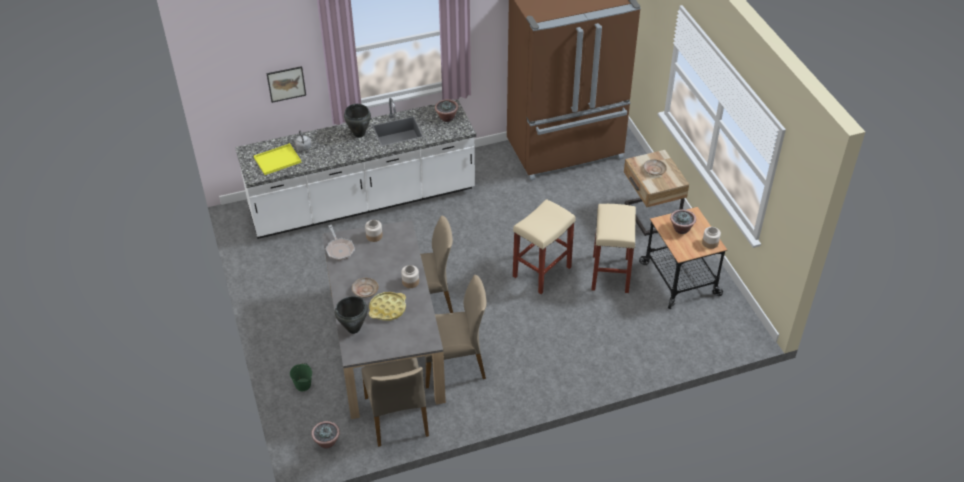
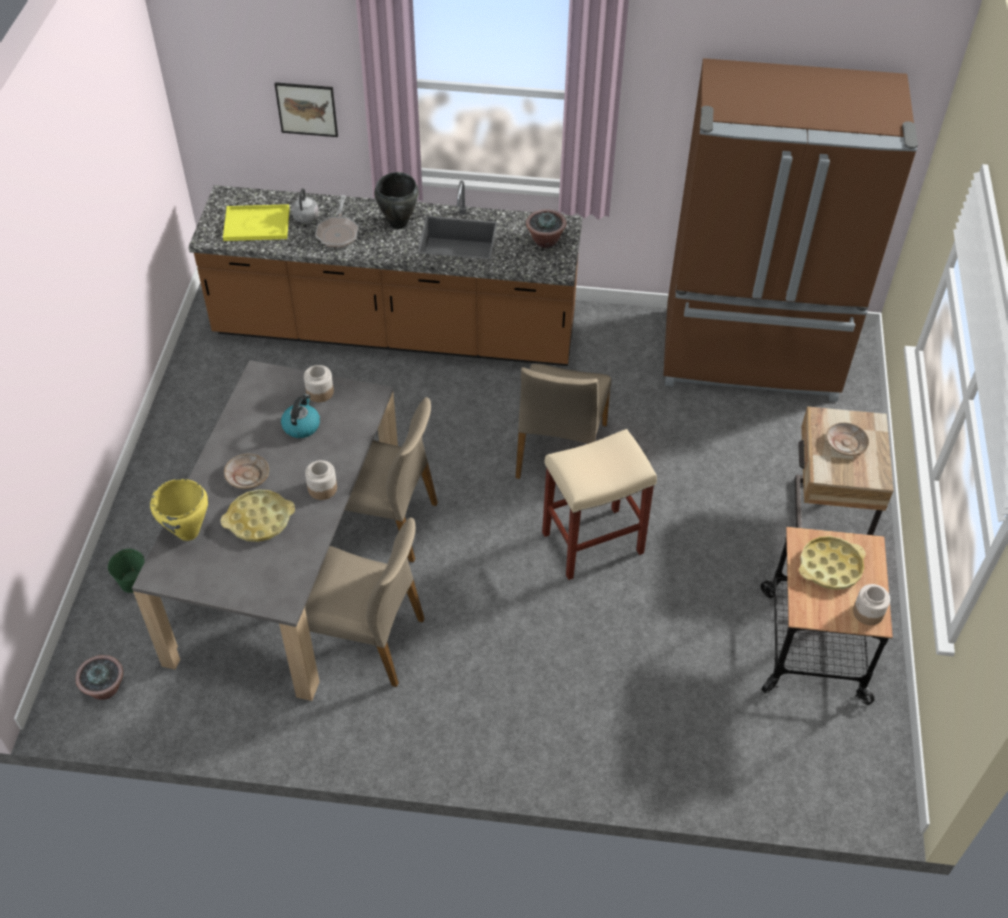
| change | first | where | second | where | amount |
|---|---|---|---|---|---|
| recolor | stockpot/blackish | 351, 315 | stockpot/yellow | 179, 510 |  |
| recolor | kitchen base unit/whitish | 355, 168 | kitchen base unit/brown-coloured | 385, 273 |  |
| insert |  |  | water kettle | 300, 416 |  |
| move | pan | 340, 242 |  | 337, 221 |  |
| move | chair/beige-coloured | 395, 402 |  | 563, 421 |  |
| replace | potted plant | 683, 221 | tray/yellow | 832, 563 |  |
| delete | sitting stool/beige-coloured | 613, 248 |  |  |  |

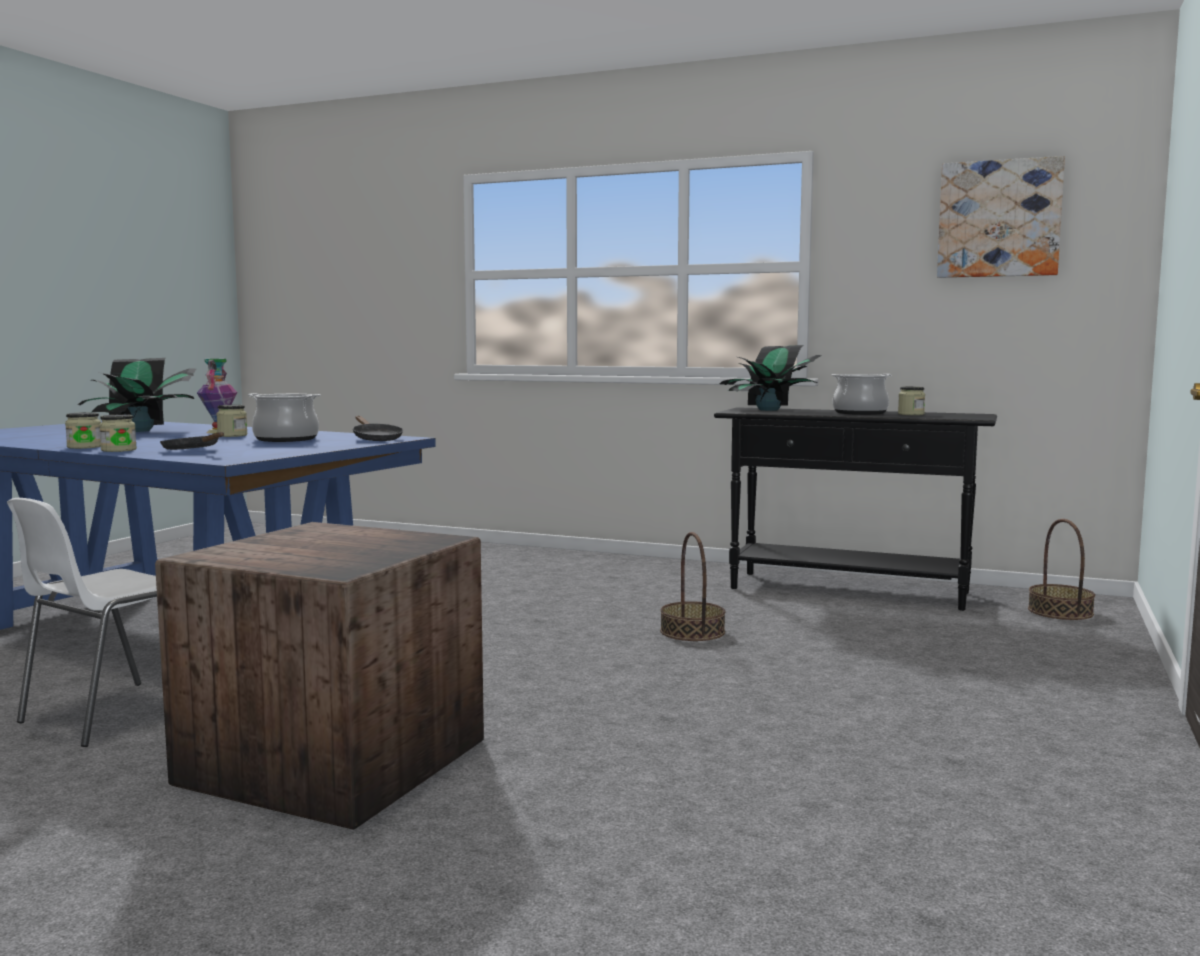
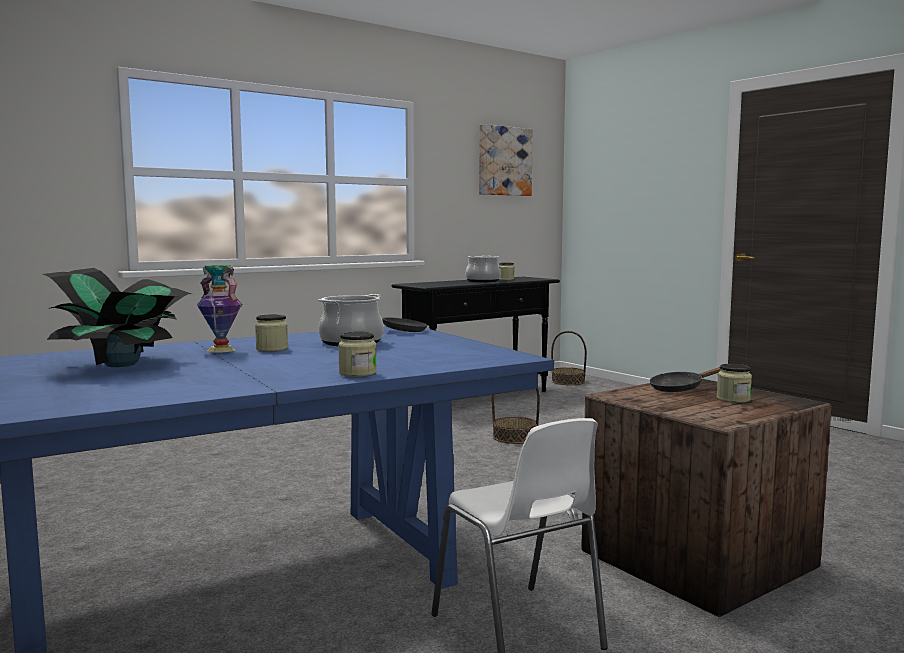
| change | first | where | second | where | amount |
|---|---|---|---|---|---|
| move | pan/blackish | 192, 441 |  | 685, 379 |  |
| move | storage jar | 83, 430 |  | 734, 383 |  |
| delete | potted plant | 770, 378 |  |  |  |

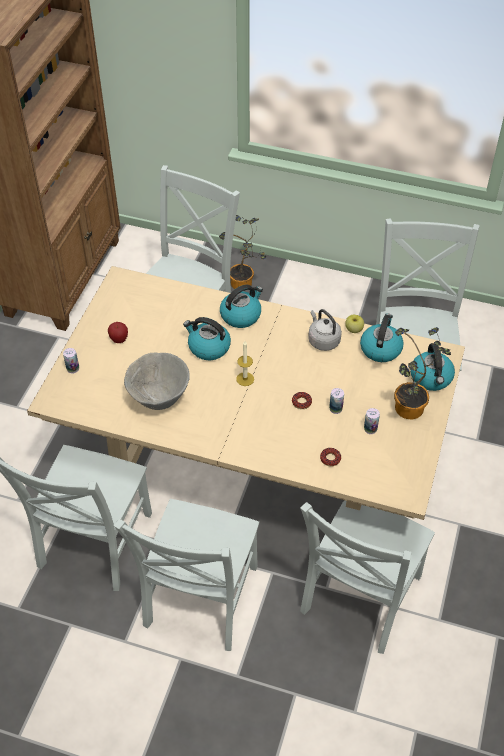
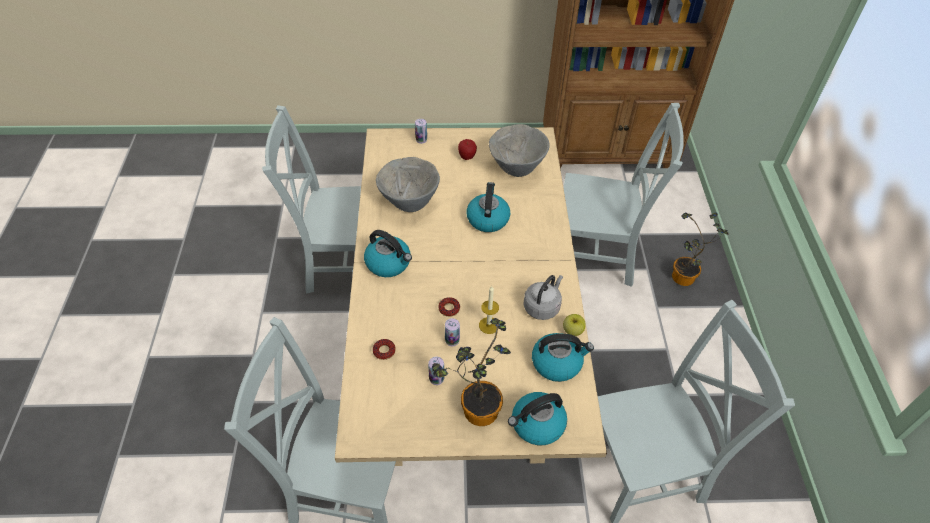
| change | first | where | second | where | amount |
|---|---|---|---|---|---|
| move | water kettle | 241, 306 |  | 388, 253 |  |
| move | candle | 245, 363 |  | 489, 310 |  |
| insert |  |  | bowl/grey | 519, 150 |  |
| delete | chair/grey | 186, 575 |  |  |  |

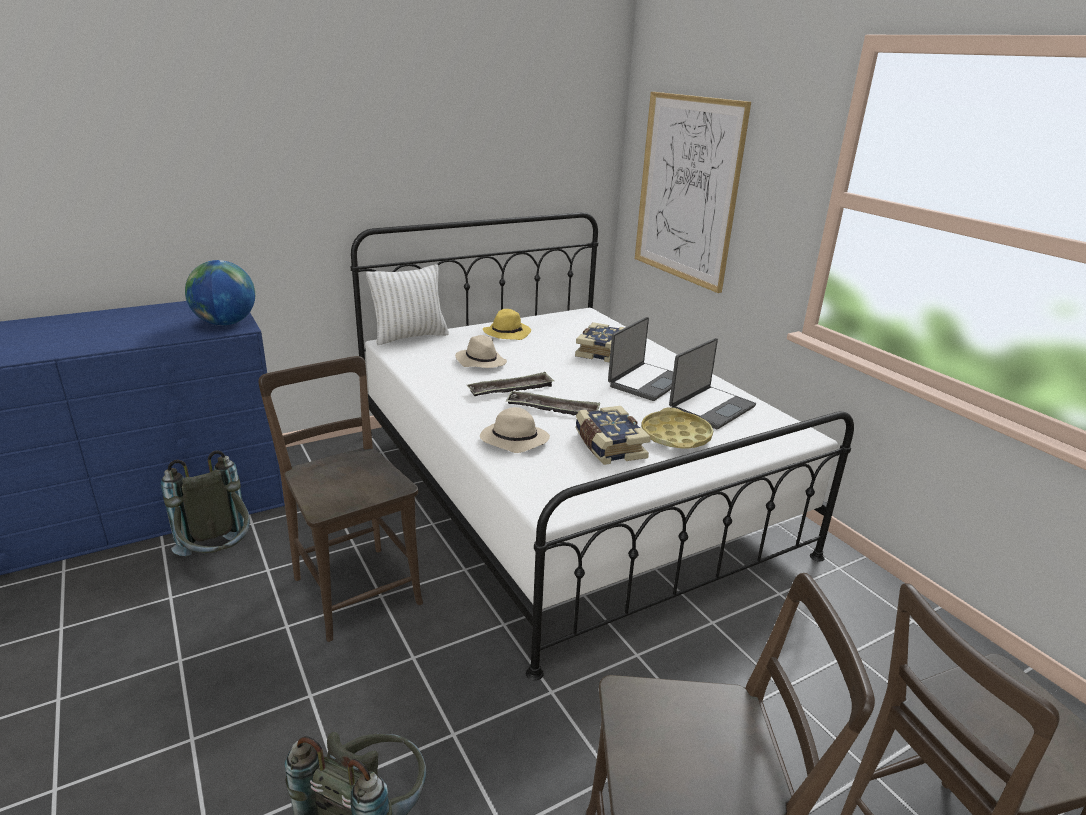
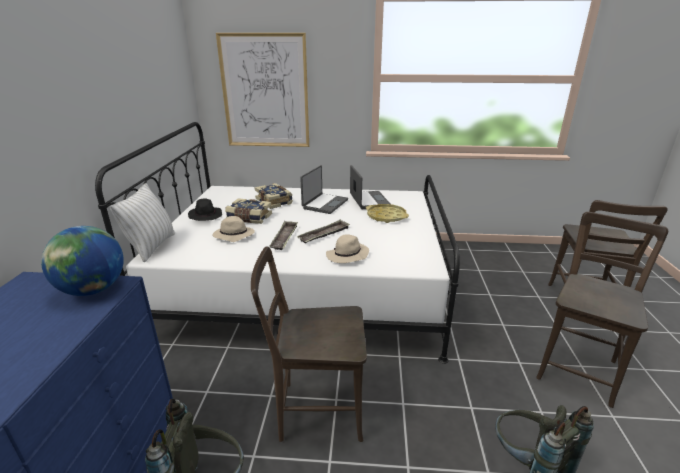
| change | first | where | second | where | amount |
|---|---|---|---|---|---|
| recolor | clothing hat/yellow | 507, 324 | clothing hat/blackish | 205, 209 |  |
| move | volume | 613, 435 |  | 248, 211 |  |
| rotate | notebook computer | 640, 359 |  | 324, 190 | 45 degrees clockwise |

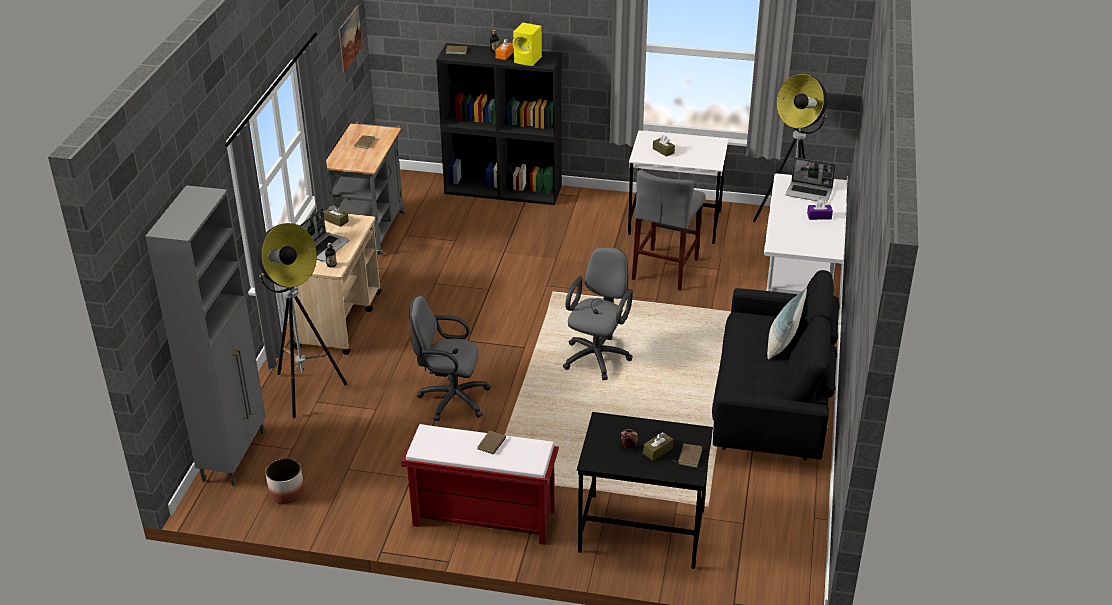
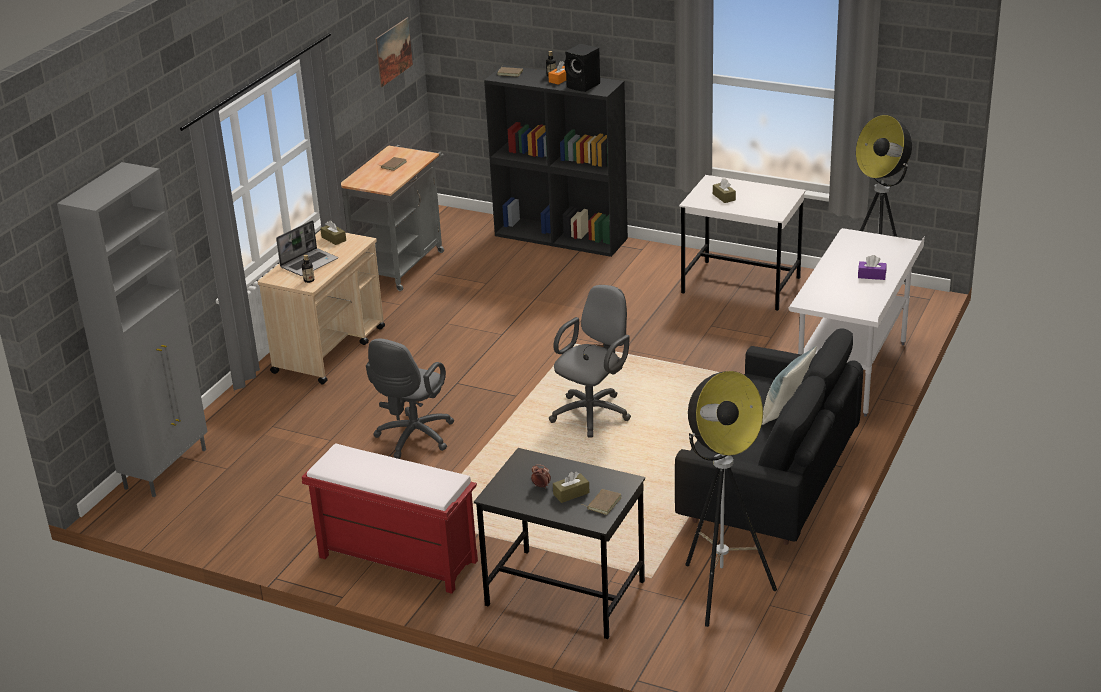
| change | first | where | second | where | amount |
|---|---|---|---|---|---|
| rotate | office chair/grey | 449, 358 |  | 410, 398 | 90 degrees counterclockwise |
| recolor | audio speaker/yellow | 527, 44 | audio speaker/blackish | 582, 68 |  |
| move | standard lamp | 302, 320 |  | 731, 499 |  |
| delete | plant pot | 284, 481 |  |  |  |
| delete | volume/brown-coloured | 493, 443 |  |  |  |
| delete | sitting stool/grey | 669, 230 |  |  |  |
| delete | notebook computer | 811, 180 |  |  |  |

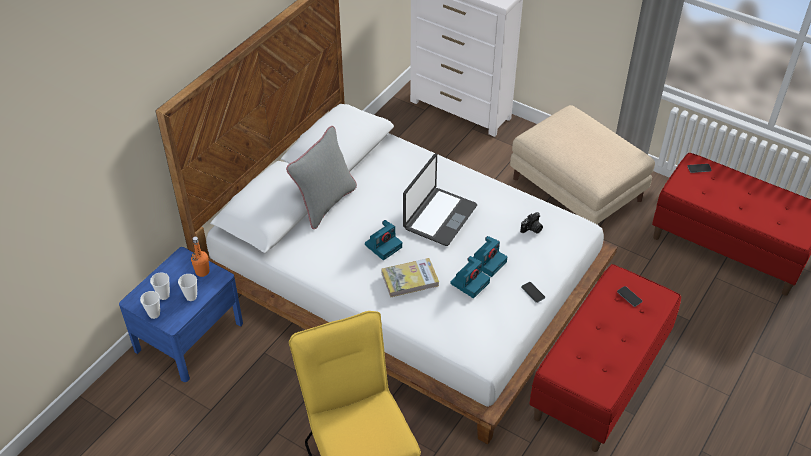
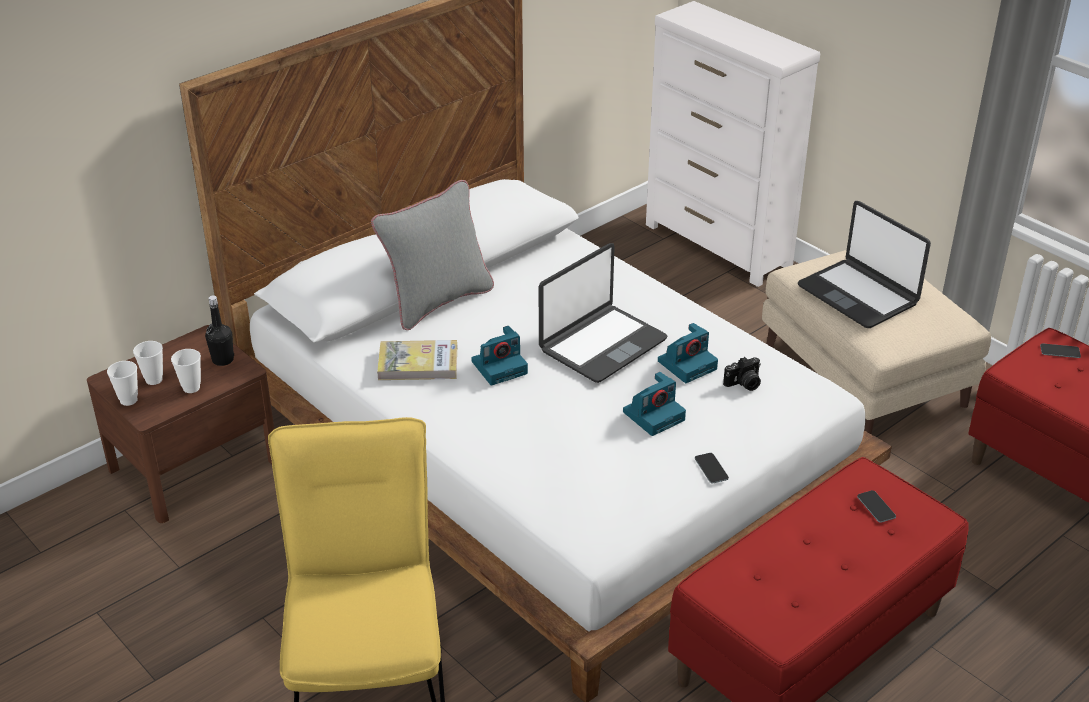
| change | first | where | second | where | amount |
|---|---|---|---|---|---|
| recolor | nightstand/blue | 181, 314 | nightstand/brown-coloured | 180, 424 |  |
| recolor | beverage bottle/orange-coloured | 200, 257 | beverage bottle/blackish | 219, 331 |  |
| move | volume | 410, 277 |  | 417, 360 |  |
| move | photo camera | 470, 277 |  | 688, 353 |  |
| insert |  |  | notebook computer | 864, 264 |  |

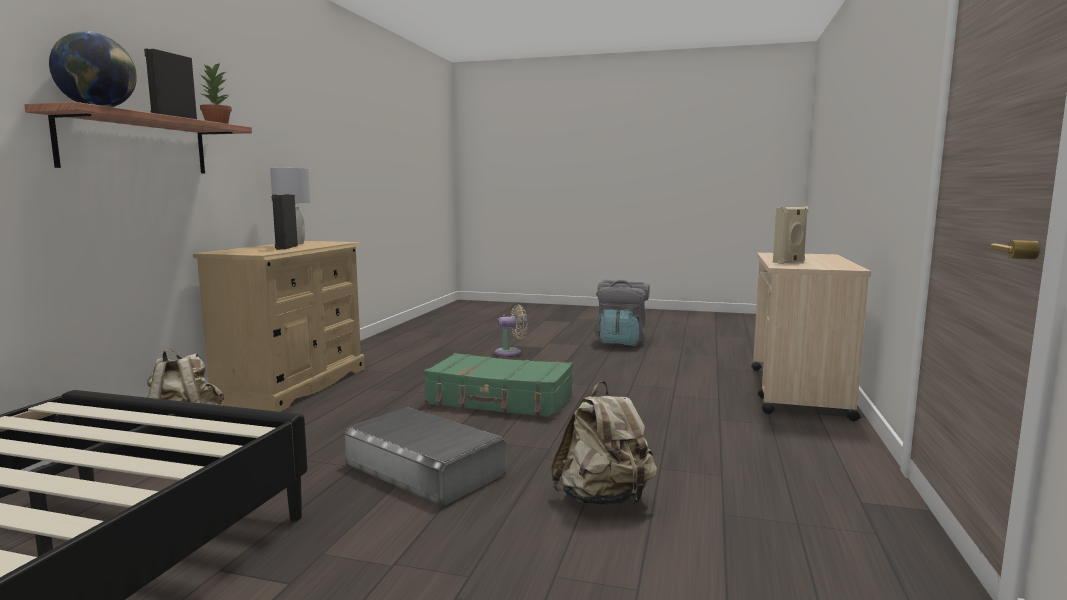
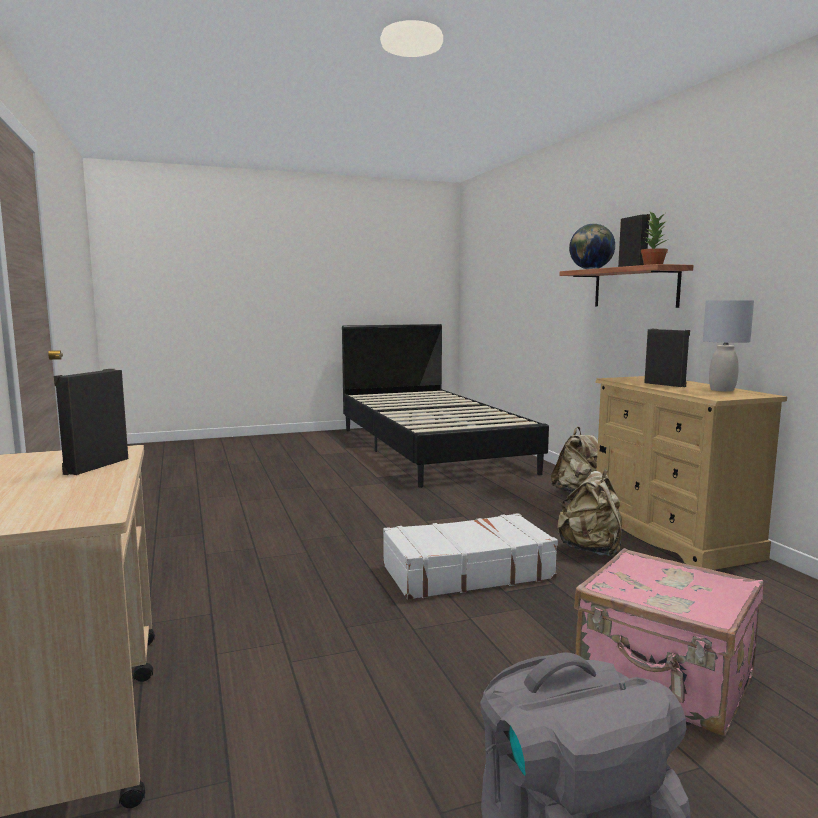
| change | first | where | second | where | amount |
|---|---|---|---|---|---|
| recolor | audio speaker/beige-coloured | 790, 235 | audio speaker/blackish | 91, 422 |  |
| recolor | travel case/greenish | 498, 385 | travel case/whitish | 470, 556 |  |
| move | rucksack/beige-coloured | 604, 443 |  | 589, 513 |  |
| replace | cooling fan/beige-coloured | 511, 330 | travel case/pinkish | 669, 642 |  |
| delete | storage box/grey | 425, 456 |  |  |  |

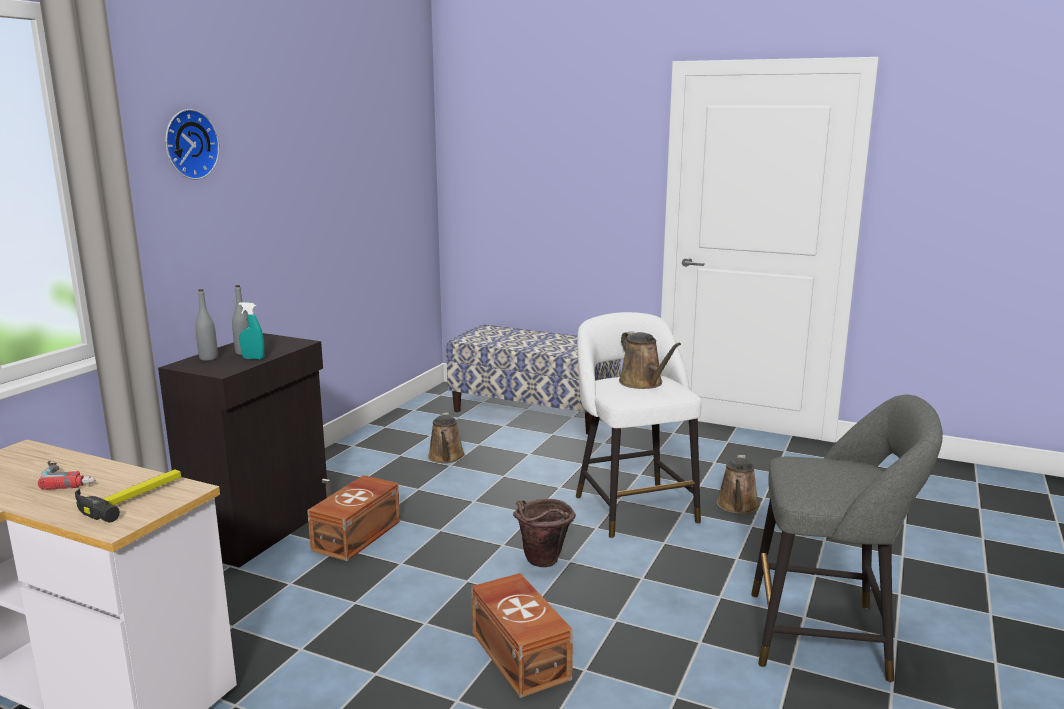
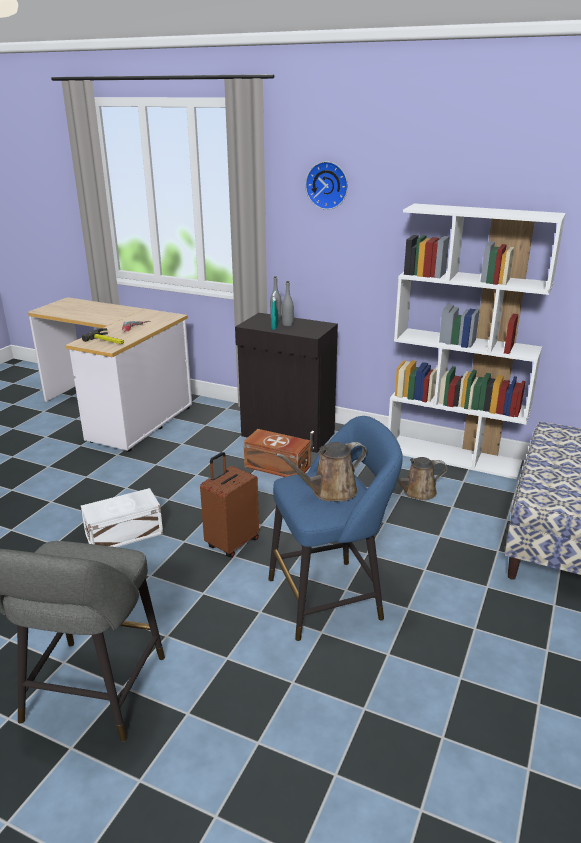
| change | first | where | second | where | amount |
|---|---|---|---|---|---|
| recolor | storage box/brown-coloured | 522, 635 | storage box/whitish | 122, 517 |  |
| replace | bucket/brown-coloured | 544, 533 | travel case/brown-coloured | 229, 504 |  |
| recolor | sitting stool/whitish | 639, 425 | sitting stool/blue | 335, 528 |  |
| insert |  |  | bookcase/whitish | 477, 341 |  |
| delete | watering pot/brown-coloured | 738, 484 |  |  |  |

